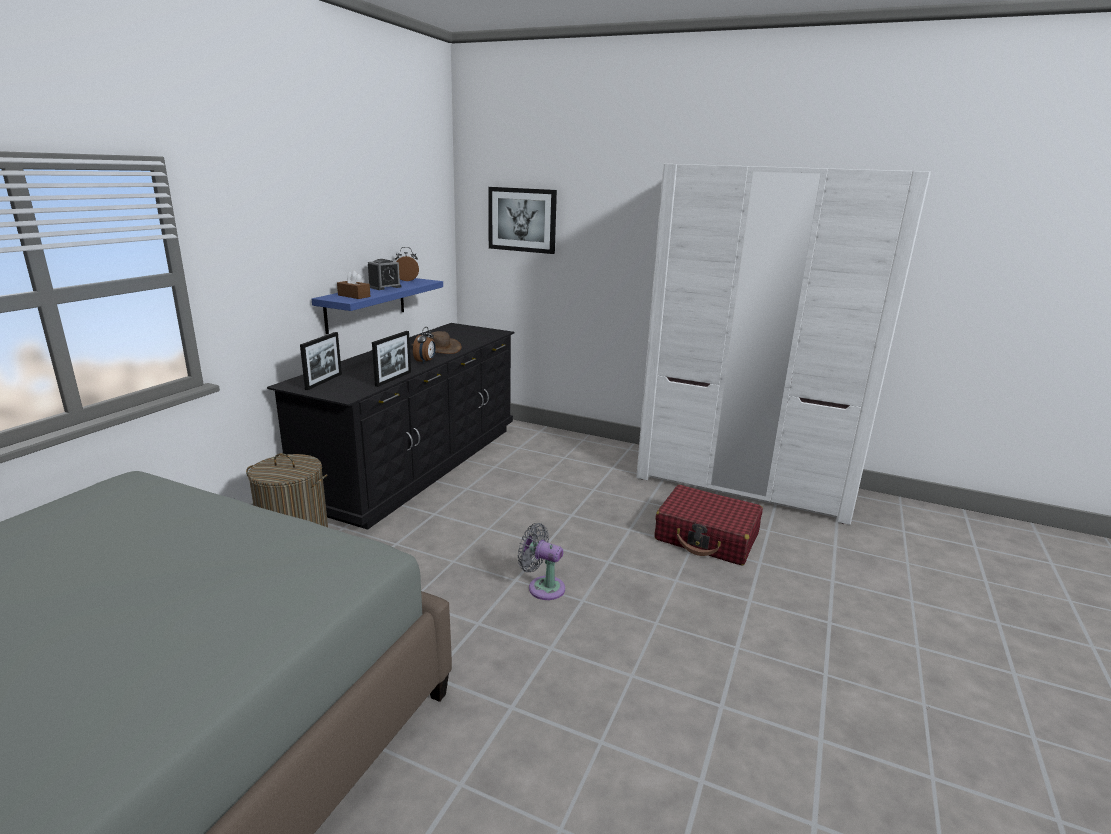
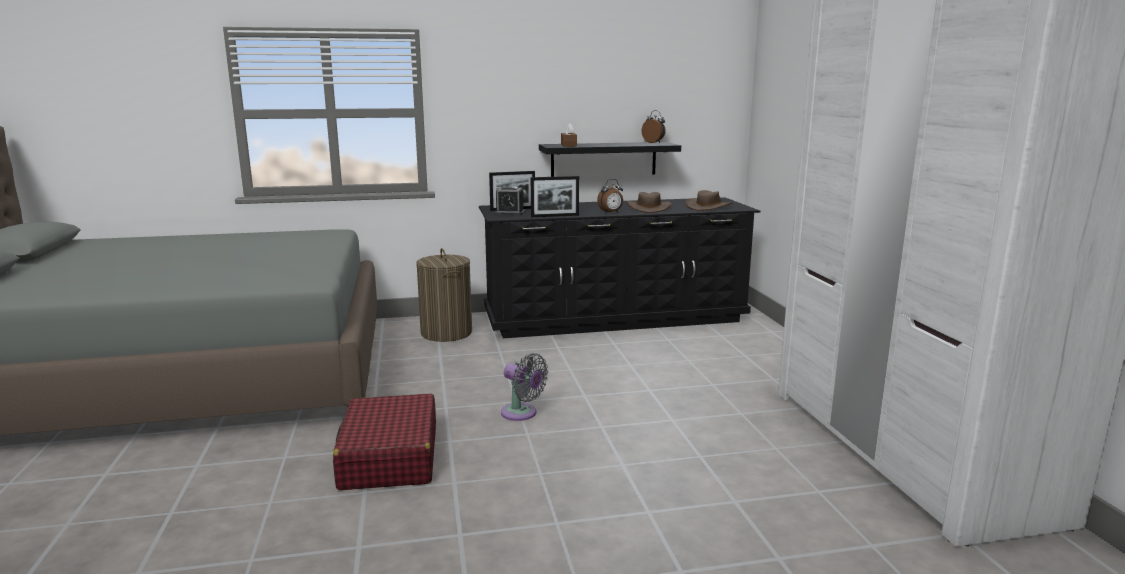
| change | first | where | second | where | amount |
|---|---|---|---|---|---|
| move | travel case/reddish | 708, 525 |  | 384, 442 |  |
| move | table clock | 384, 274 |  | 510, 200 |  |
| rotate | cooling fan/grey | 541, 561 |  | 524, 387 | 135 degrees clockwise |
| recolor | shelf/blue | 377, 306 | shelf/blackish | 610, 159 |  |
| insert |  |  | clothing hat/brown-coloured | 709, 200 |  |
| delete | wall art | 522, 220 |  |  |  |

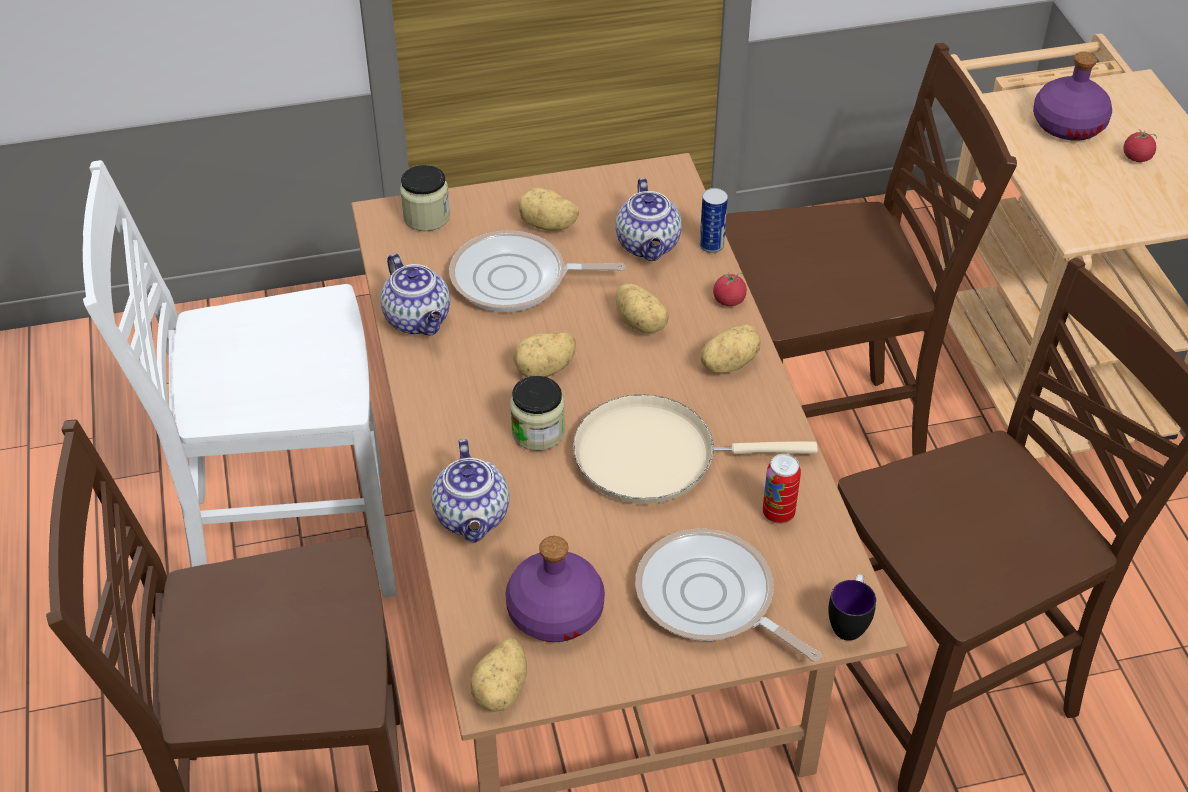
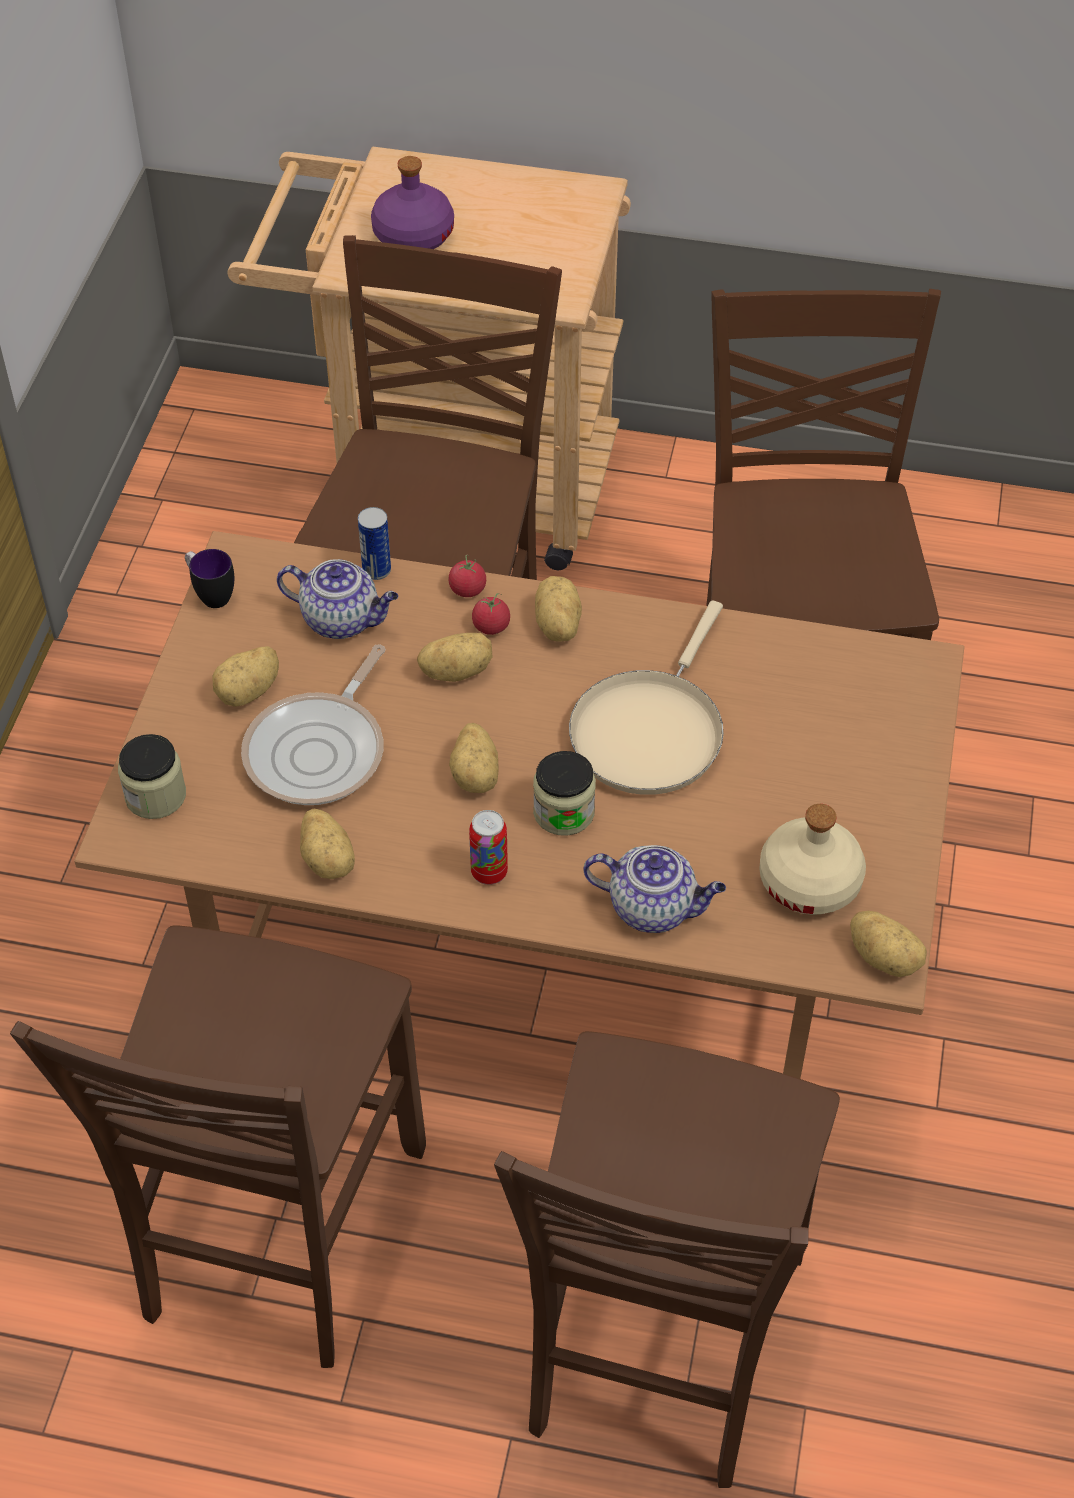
| change | first | where | second | where | amount |
|---|---|---|---|---|---|
| recolor | chair/whitish | 239, 379 | chair/brown-coloured | 218, 1146 |  |
| move | coffee mug | 852, 607 |  | 209, 578 |  |
| replace | teapot | 415, 294 | spud | 327, 843 |  |
| move | sealed can | 781, 489 |  | 488, 847 |  |
| move | tomato | 1140, 145 |  | 491, 614 |  |
| recolor | beverage bottle/purple-coloured | 555, 589 | beverage bottle/beige-coloured | 813, 859 |  |
| delete | pan | 728, 595 |  |  |  |

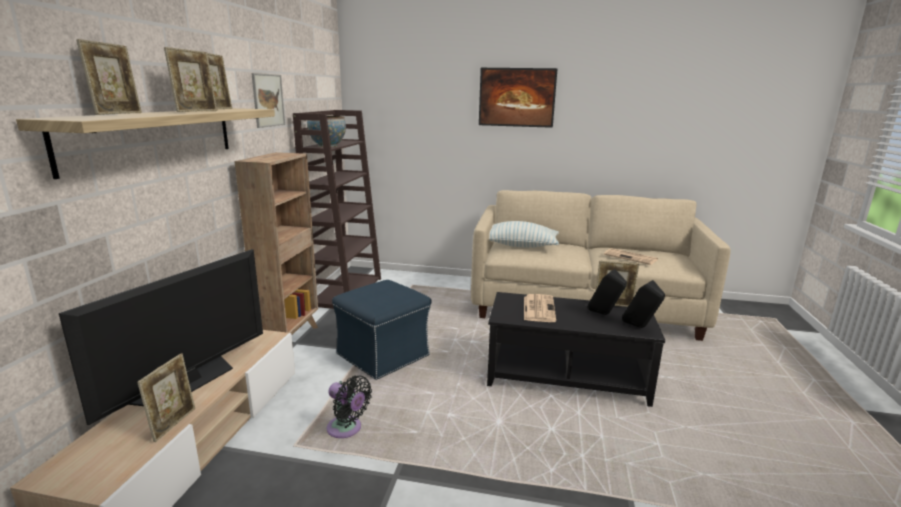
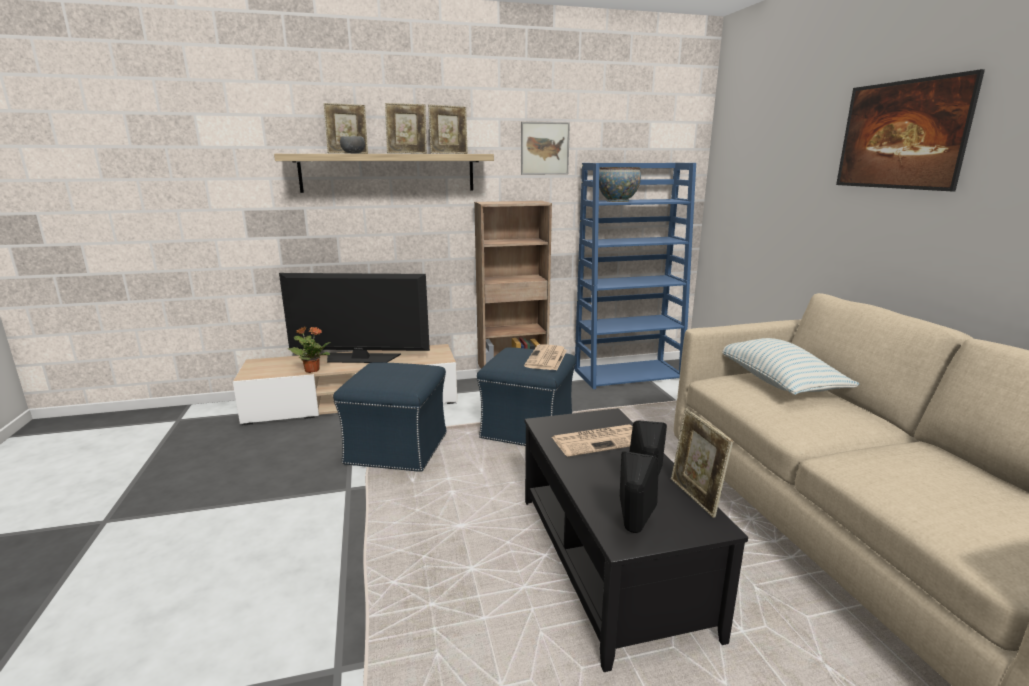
| change | first | where | second | where | amount |
|---|---|---|---|---|---|
| replace | standing frame | 166, 397 | potted plant | 309, 350 |  |
| replace | cooling fan/blackish | 349, 407 | pouffe/blue | 390, 417 |  |
| insert |  |  | bowl/grey | 352, 145 |  |
| move | daily paper | 631, 256 |  | 545, 357 |  |
| recolor | bookcase/brown-coloured | 337, 209 | bookcase/blue | 635, 276 |  |

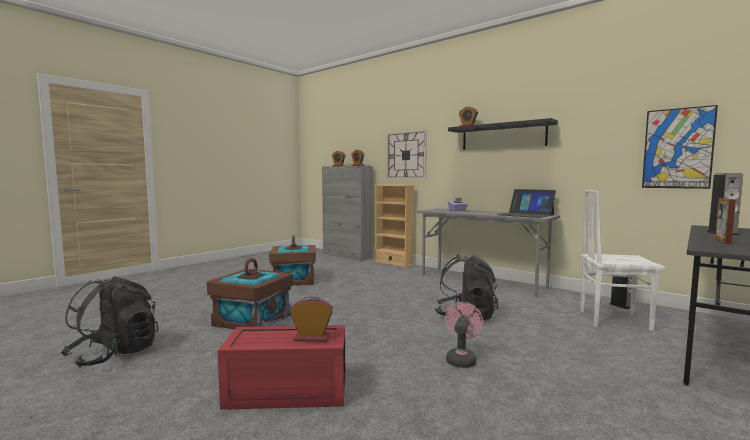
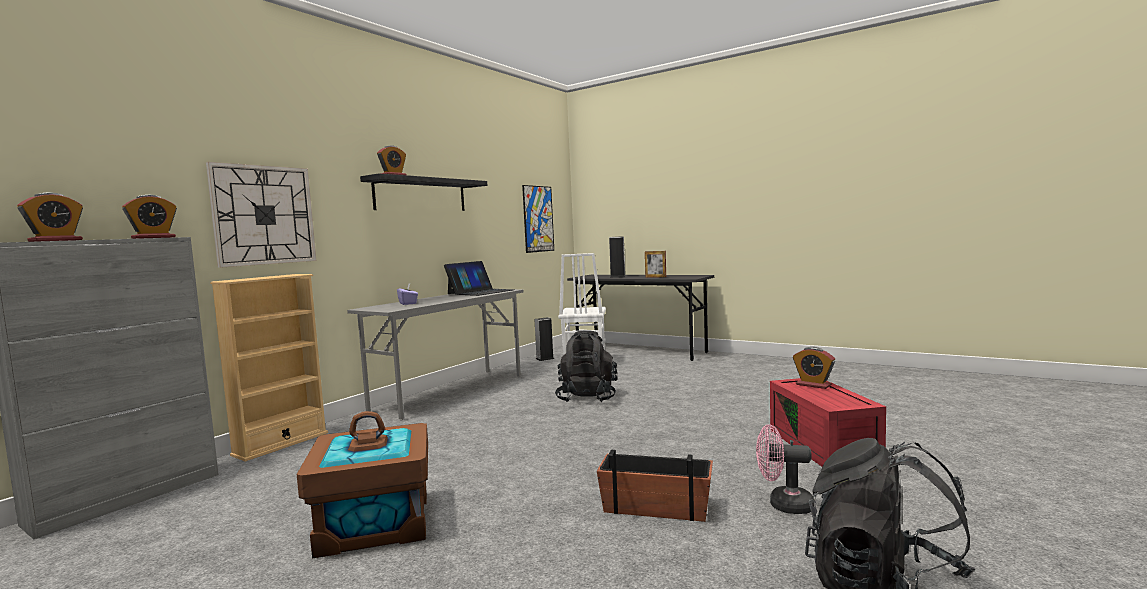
| change | first | where | second | where | amount |
|---|---|---|---|---|---|
| replace | storage box/brown-coloured | 250, 293 | plant pot | 655, 486 |  |
| move | cooling fan/pinkish | 464, 335 |  | 785, 469 |  |
| rotate | table clock | 311, 319 |  | 814, 368 | 45 degrees counterclockwise |

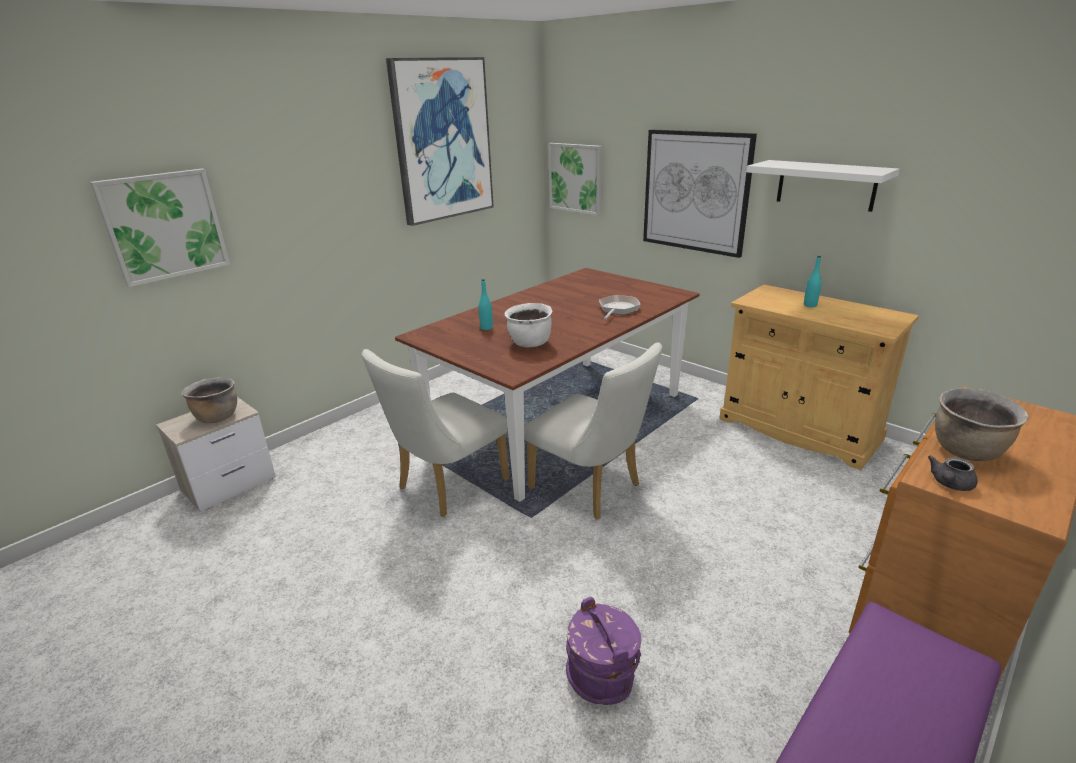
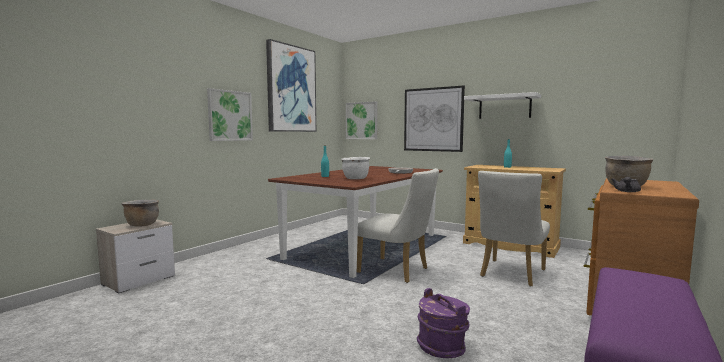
| change | first | where | second | where | amount |
|---|---|---|---|---|---|
| move | wall art | 160, 228 |  | 230, 114 |  |
| move | chair/whitish | 435, 433 |  | 514, 229 |  |

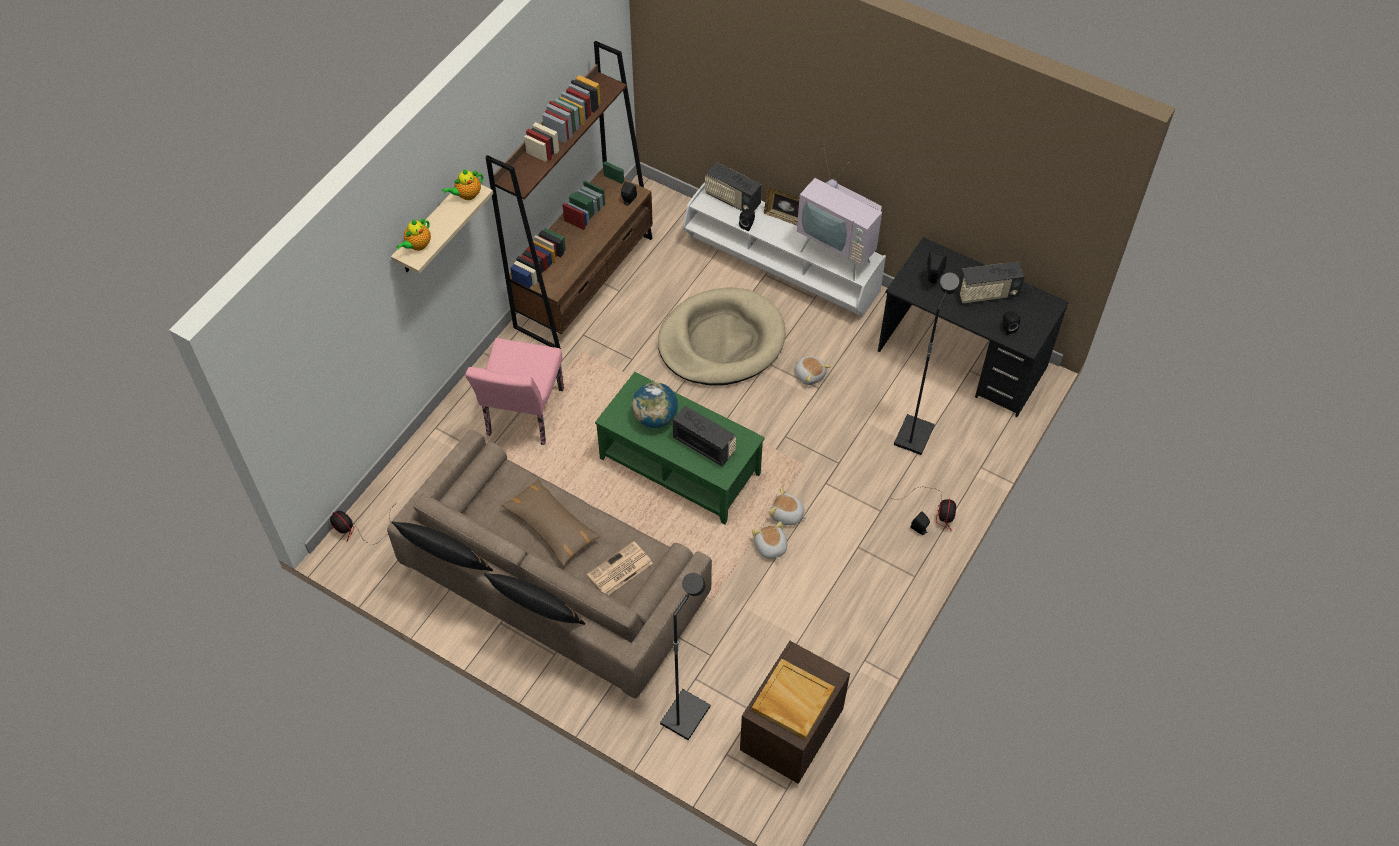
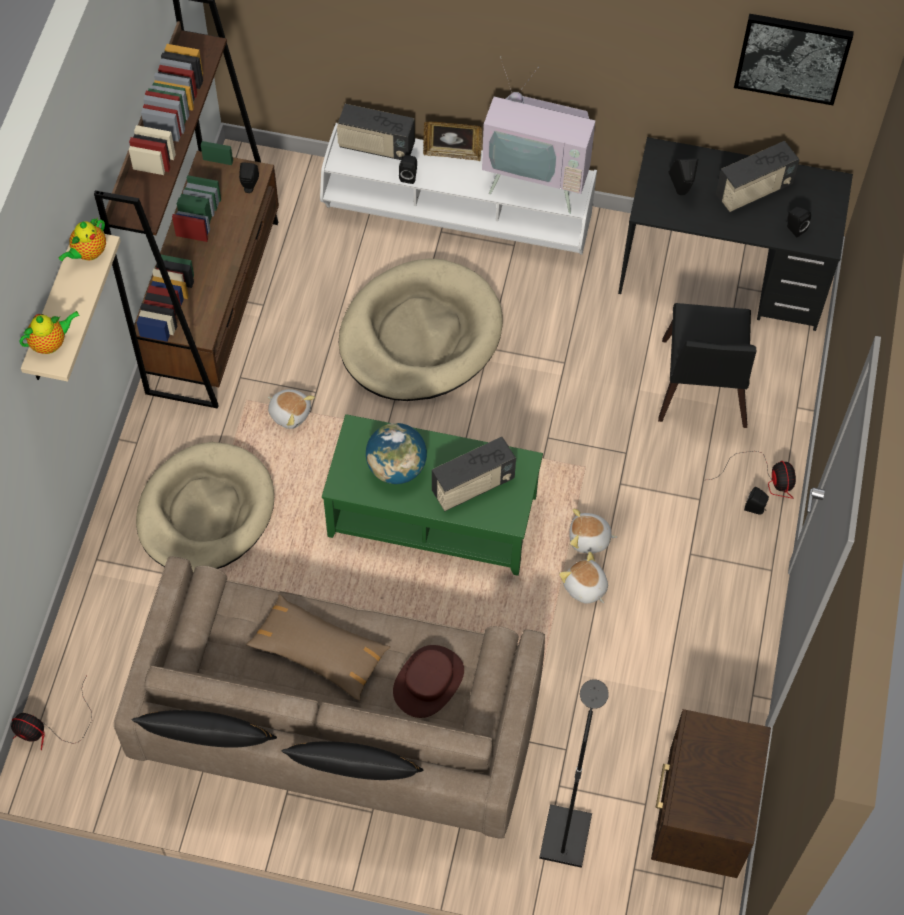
| change | first | where | second | where | amount |
|---|---|---|---|---|---|
| rotate | teapot | 413, 235 |  | 50, 332 | 135 degrees counterclockwise |
| replace | chair/pinkish | 514, 391 | dog cushion/beige-coloured | 205, 507 |  |
| move | plush toy | 813, 370 |  | 291, 409 |  |
| replace | daily paper | 620, 568 | clothing hat/brown-coloured | 428, 681 |  |
| rotate | radio receiver | 704, 436 |  | 474, 474 | 135 degrees clockwise |
| replace | standard lamp/blackish | 926, 364 | chair/blackish | 707, 365 |  |
| insert |  |  | wall art | 794, 59 |  |
| delete | tray/beige-coloured | 793, 699 |  |  |  |

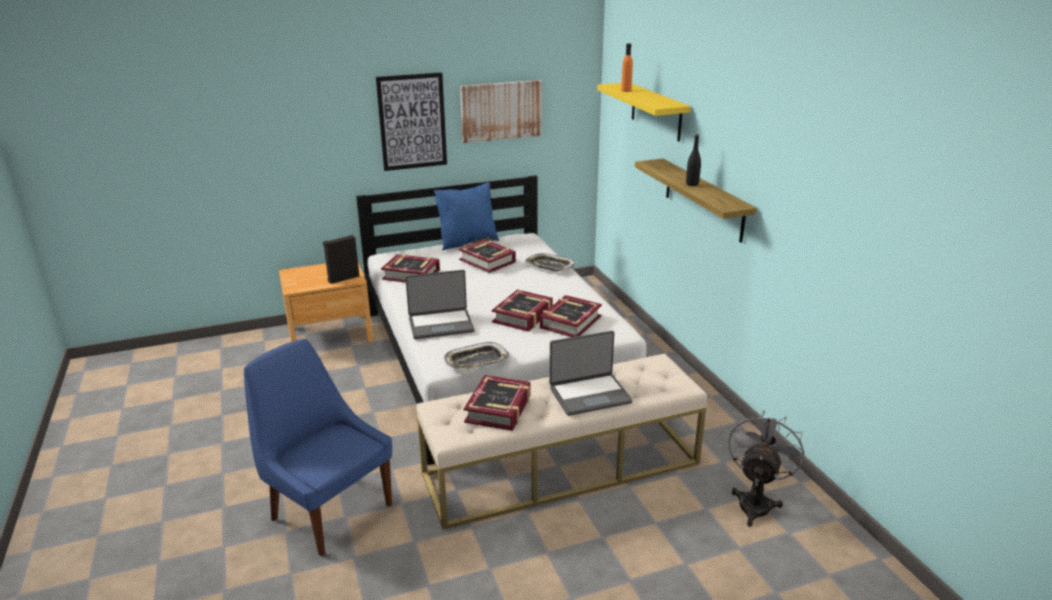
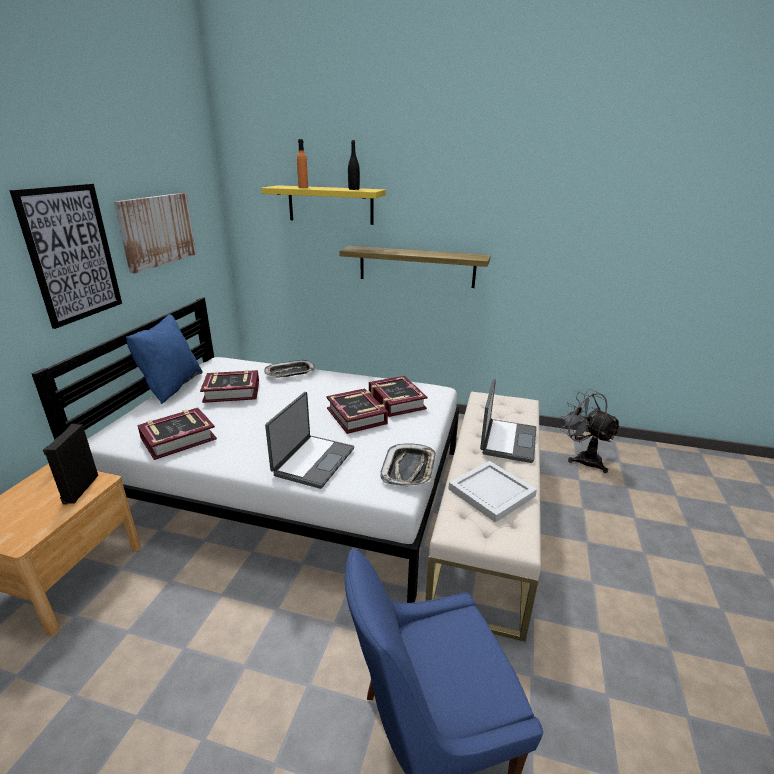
| change | first | where | second | where | amount |
|---|---|---|---|---|---|
| move | beverage bottle/blackish | 693, 160 |  | 354, 165 |  |
| replace | volume | 497, 403 | tray/whitish | 492, 492 |  |

